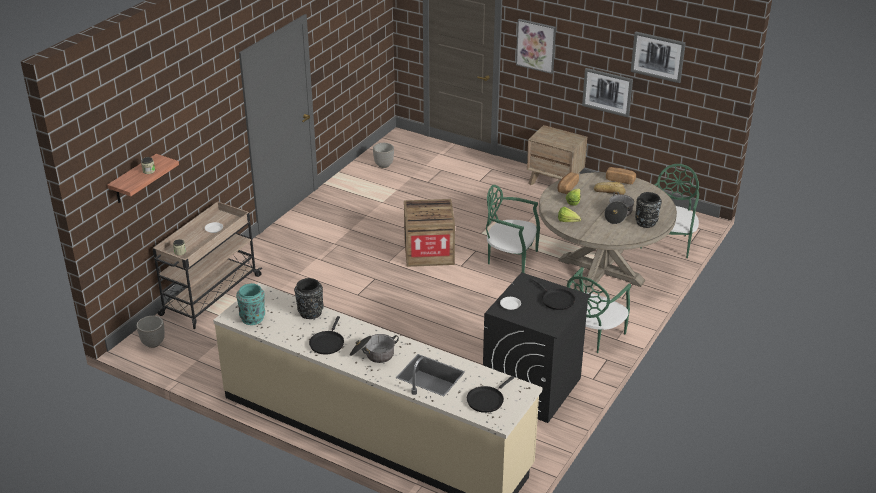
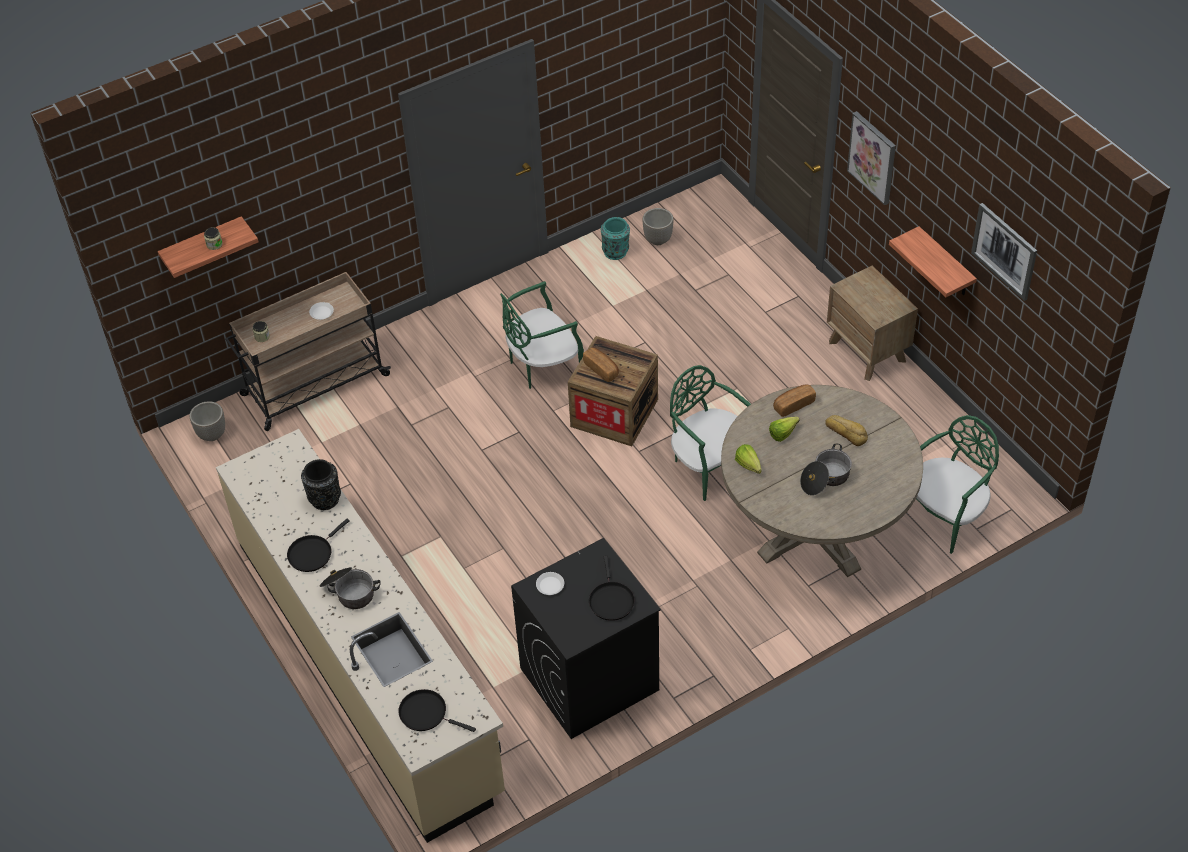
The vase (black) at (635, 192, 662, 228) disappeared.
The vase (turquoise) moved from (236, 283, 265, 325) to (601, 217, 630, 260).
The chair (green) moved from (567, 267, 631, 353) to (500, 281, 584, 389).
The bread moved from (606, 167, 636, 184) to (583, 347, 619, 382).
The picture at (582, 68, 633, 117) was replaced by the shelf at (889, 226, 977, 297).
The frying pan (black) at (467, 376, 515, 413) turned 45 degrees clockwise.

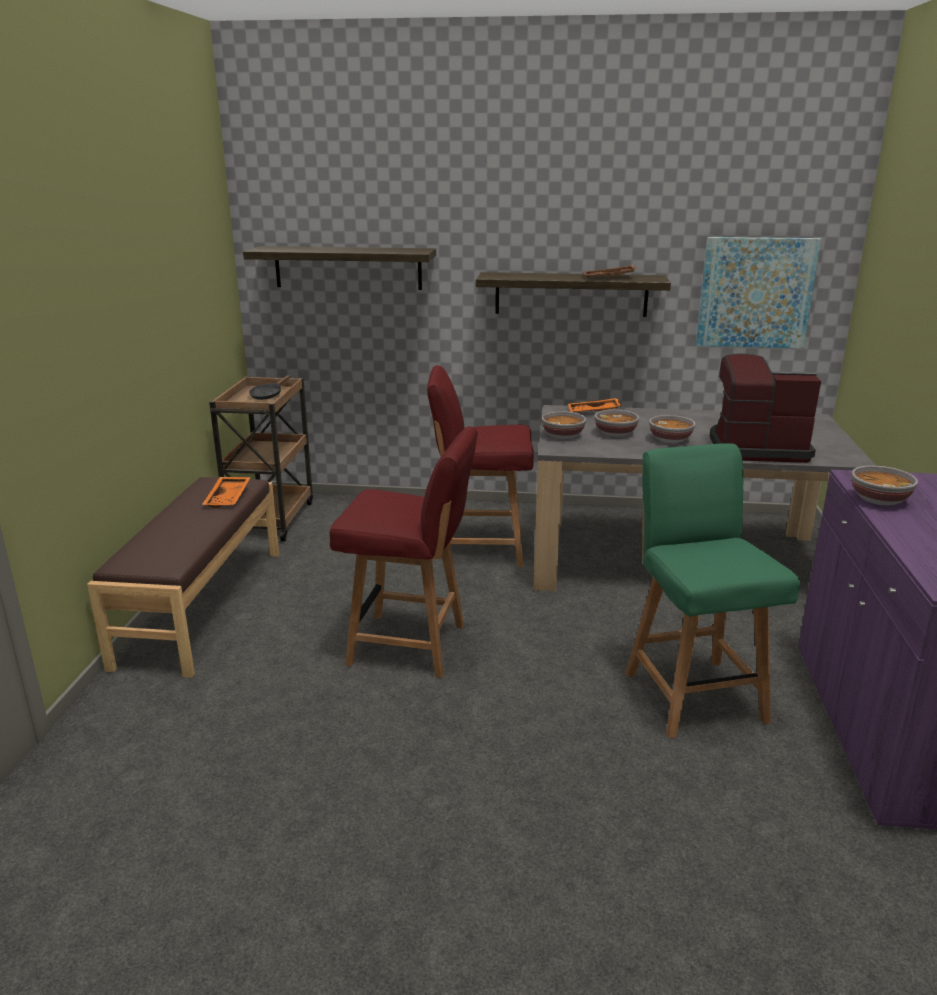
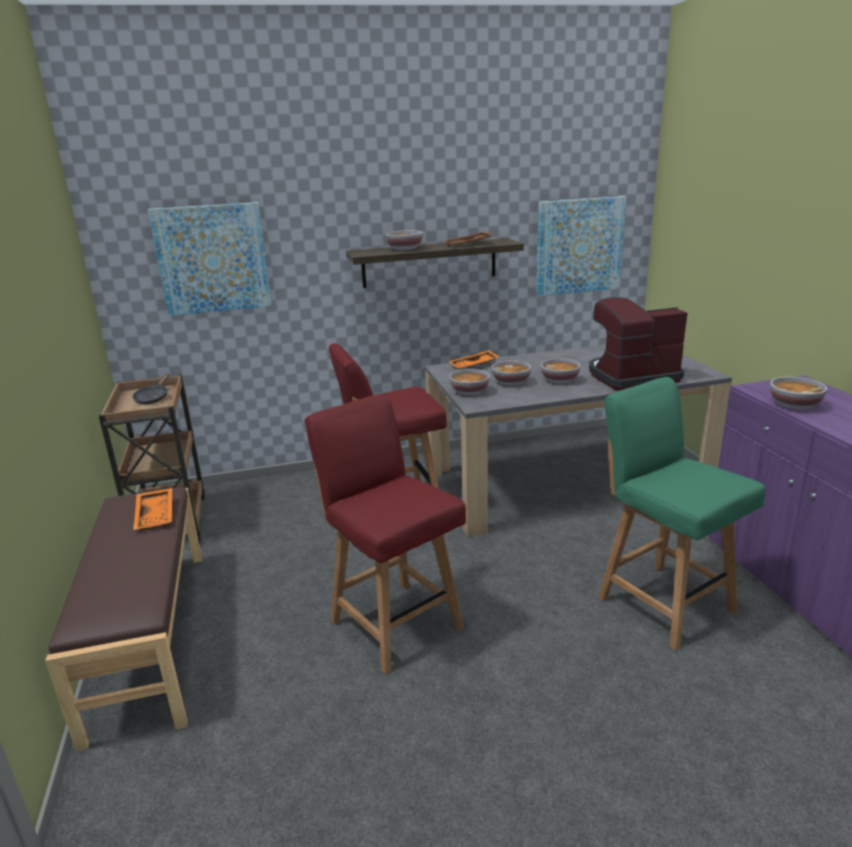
The bowl at (385, 230, 423, 250) appeared.
The shelf at (243, 246, 436, 290) was replaced by the picture at (148, 202, 272, 316).
The chair (red) at (330, 426, 478, 678) turned 120 degrees counterclockwise.

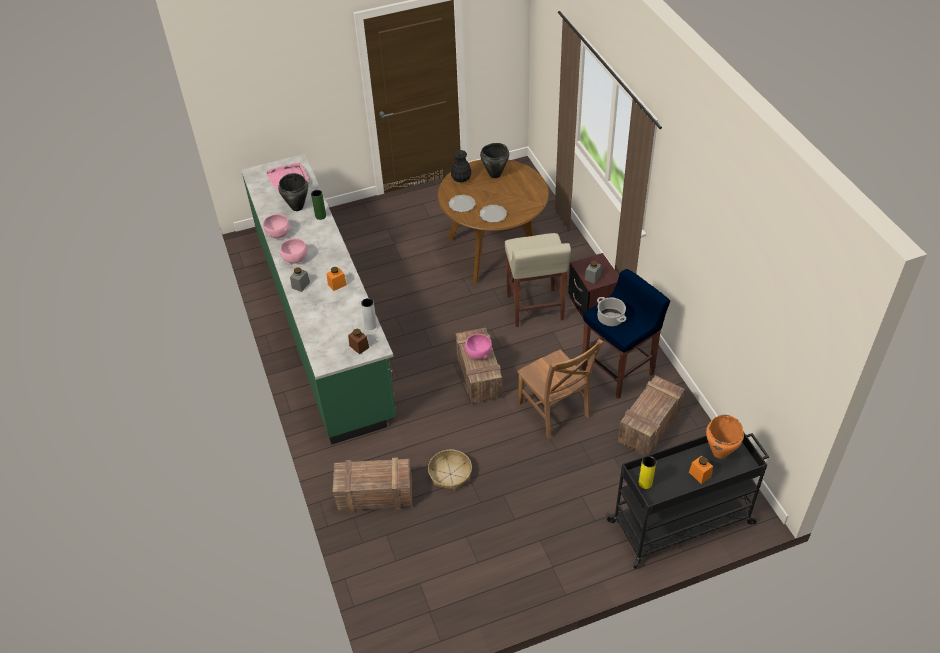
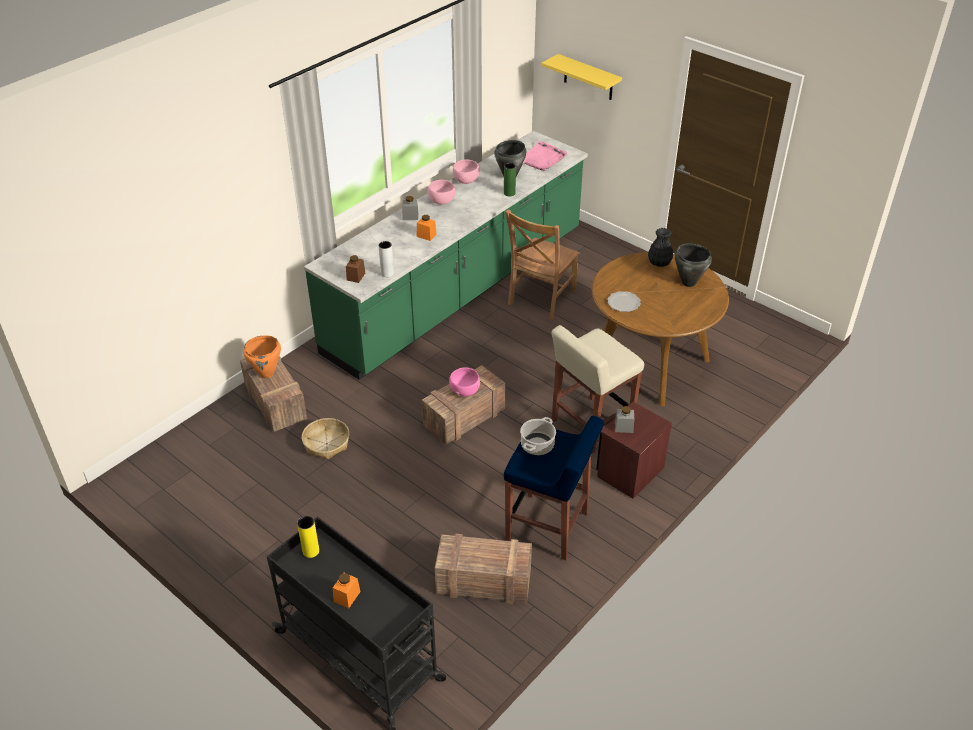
The plate at (449, 195, 476, 212) disappeared.
The shelf (yellow) at (541, 54, 622, 100) appeared.
The chair (brown) moved from (517, 339, 603, 439) to (505, 210, 580, 320).
The cooking pot (orange) moved from (706, 415, 744, 459) to (243, 335, 281, 378).

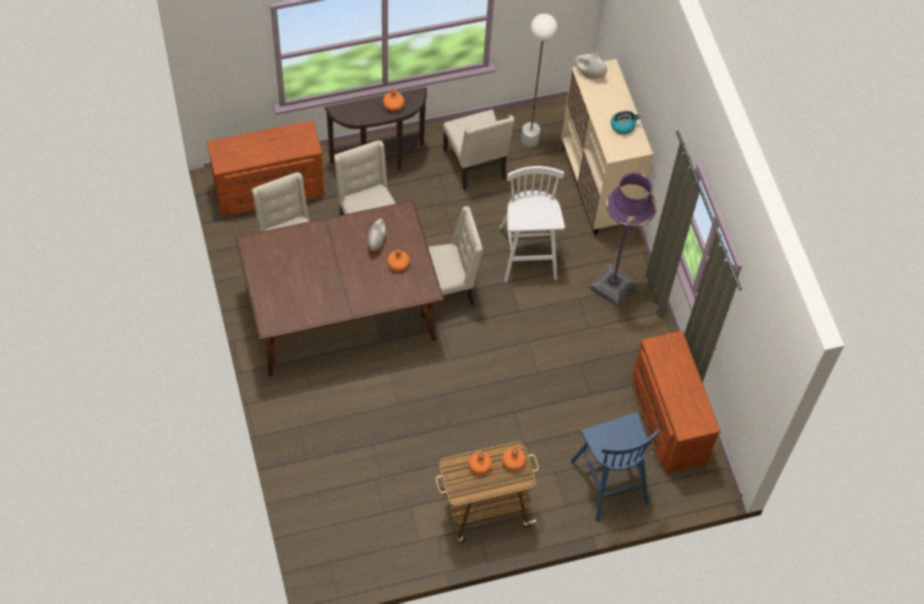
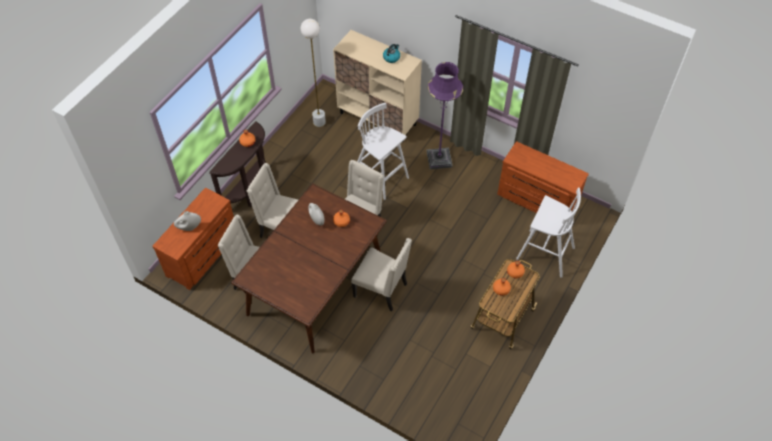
The chair (beige) moved from (443, 110, 515, 190) to (351, 238, 412, 312).
The vase (white) moved from (575, 52, 607, 79) to (174, 211, 201, 231).
The stool (blue) at (571, 412, 660, 522) became the stool (white) at (516, 188, 581, 278).

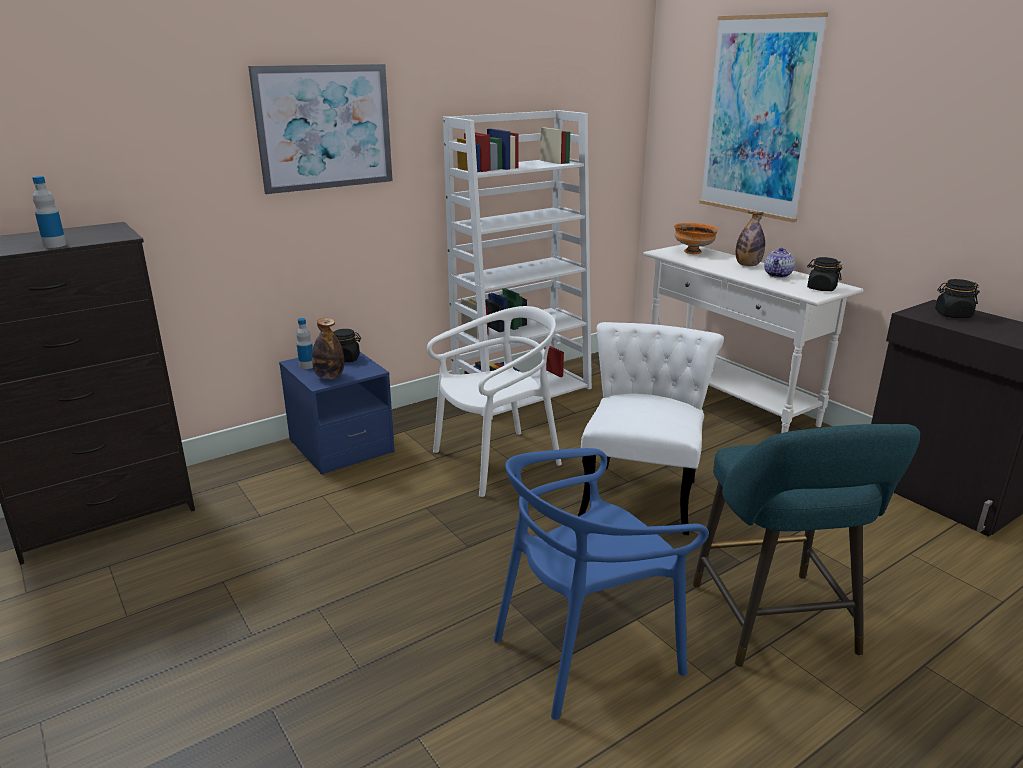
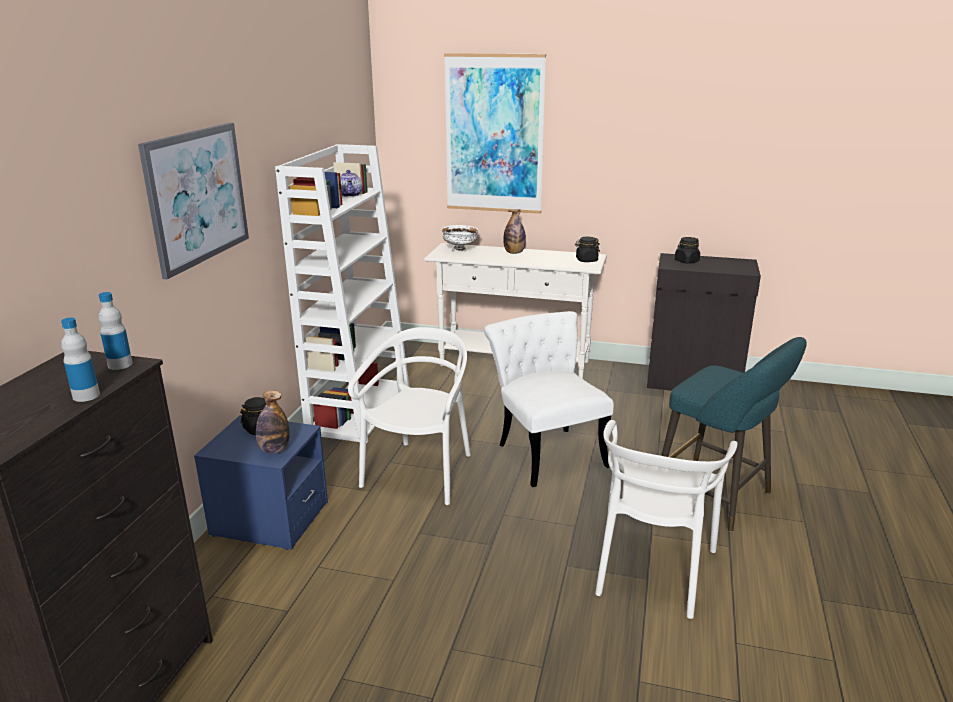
The bottle moved from (296, 318, 313, 369) to (98, 292, 133, 370).
The teapot moved from (764, 248, 795, 278) to (340, 170, 363, 197).
The chair (blue) at (494, 448, 709, 720) became the chair (white) at (595, 420, 738, 619).
The bowl (orange) at (674, 223, 719, 254) became the bowl (white) at (441, 225, 479, 252).

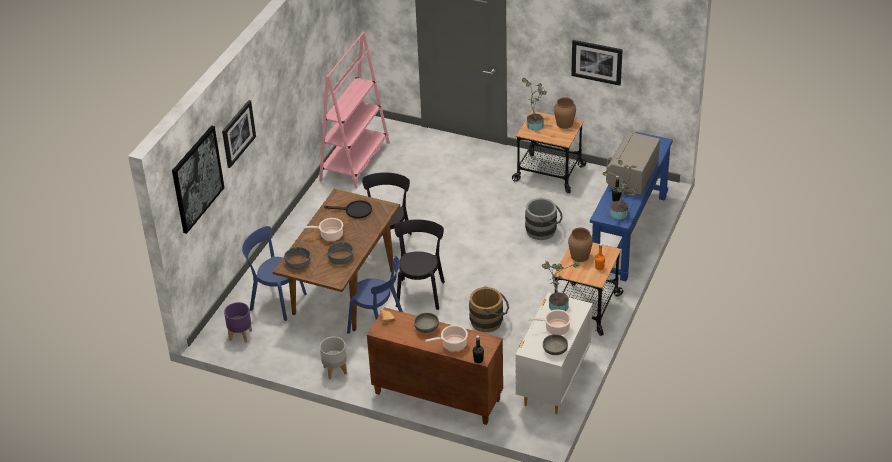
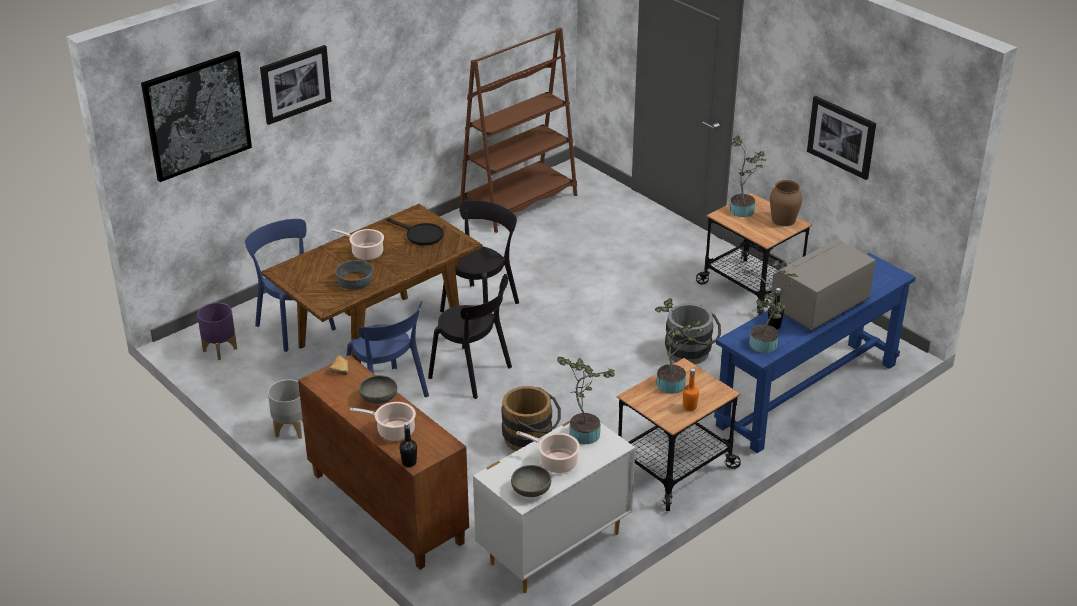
The bowl (grey) at (284, 247, 311, 270) disappeared.
The vase (brown) at (568, 227, 593, 262) was replaced by the potted plant at (655, 298, 704, 394).
The bookcase (pink) at (319, 32, 390, 188) became the bookcase (brown) at (459, 28, 577, 233).
The chair (black) at (394, 219, 445, 310) turned 90 degrees clockwise.

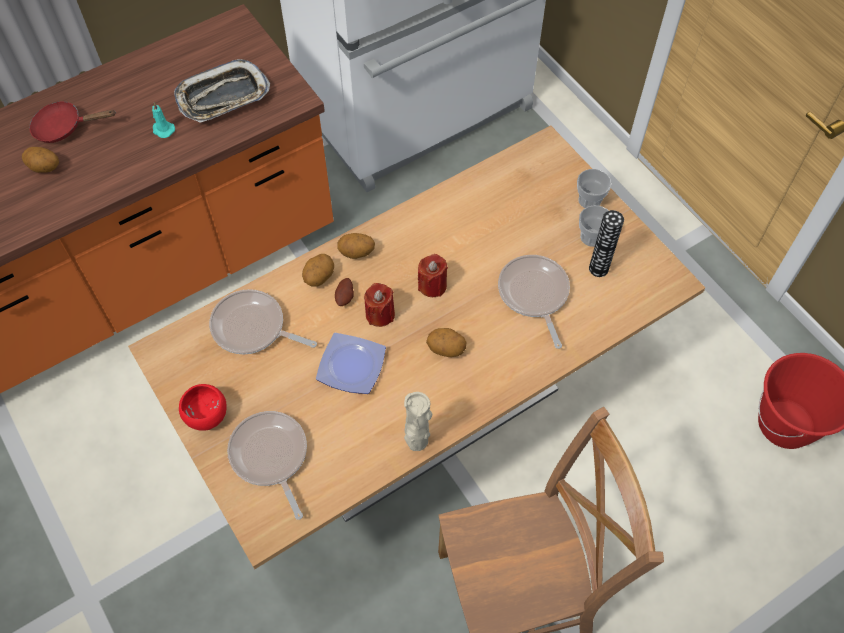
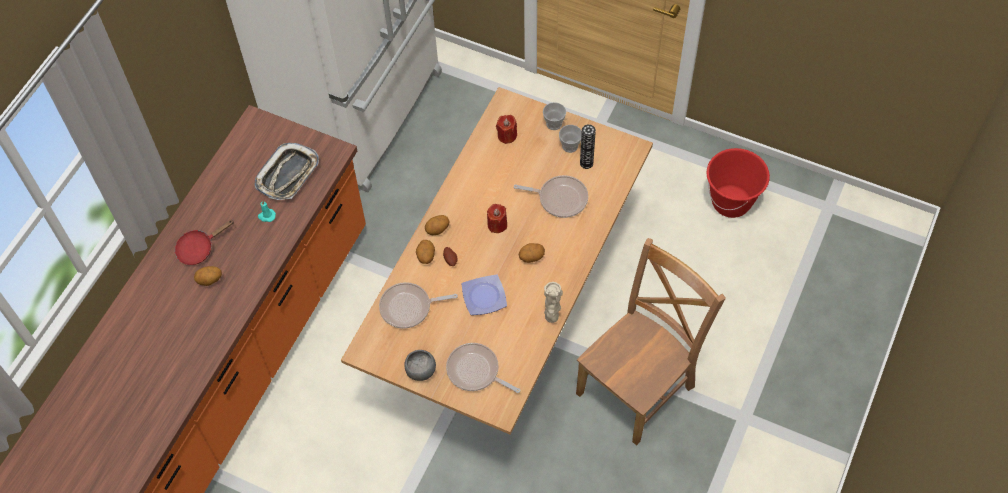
The candle (red) moved from (364, 283, 395, 327) to (496, 115, 517, 144).
The bowl (red) at (179, 384, 227, 431) became the bowl (grey) at (404, 350, 436, 381).
The frying pan at (498, 255, 570, 349) turned 150 degrees clockwise.

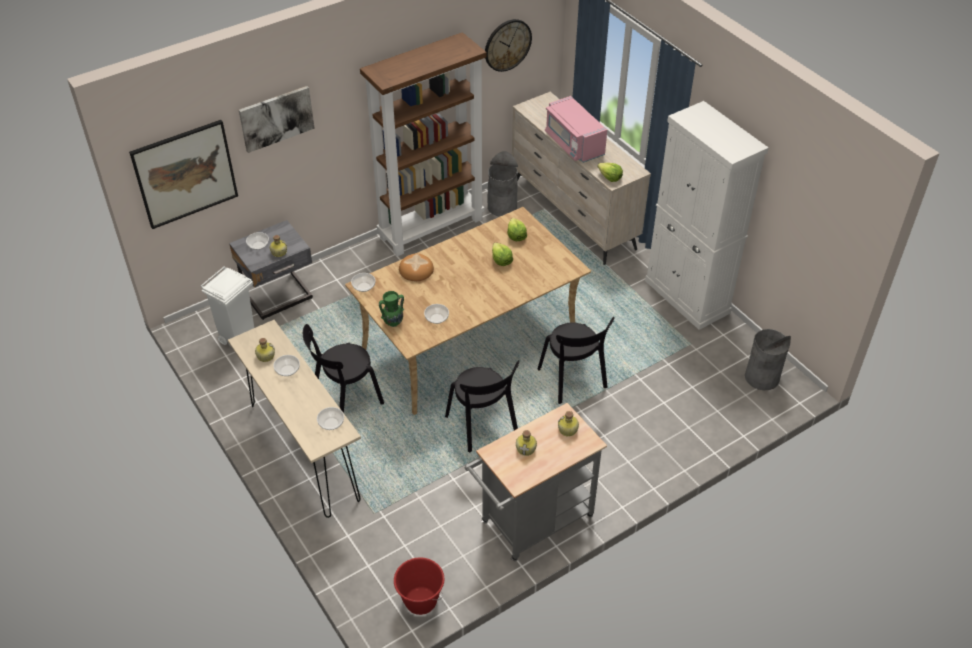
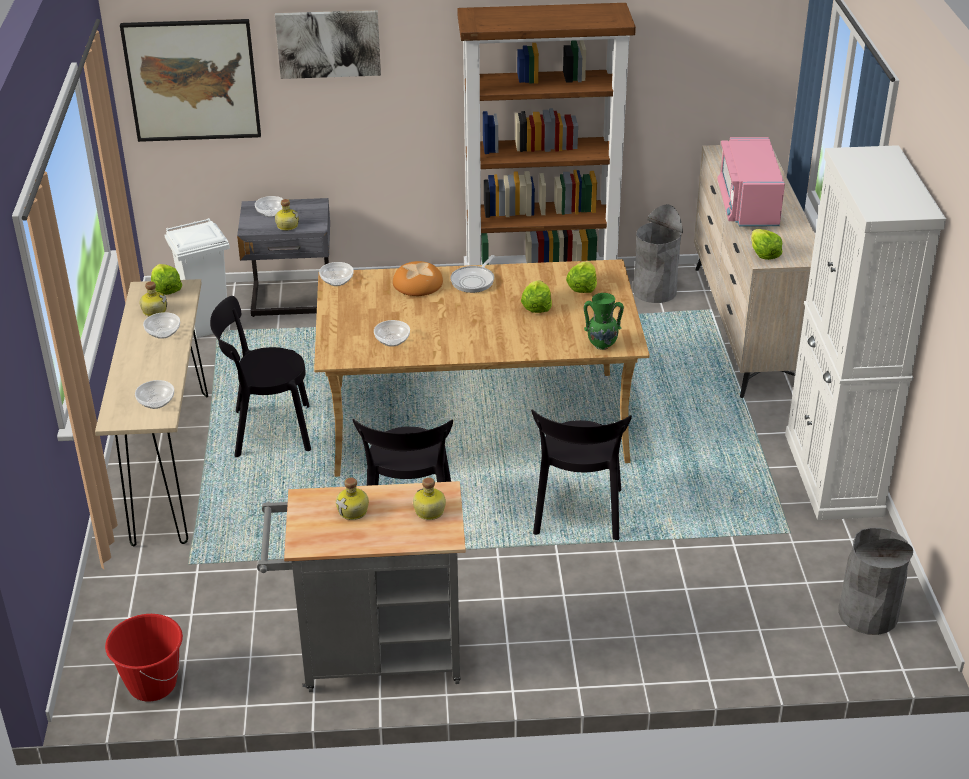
The wall clock at (485, 19, 532, 72) disappeared.
The lettuce at (151, 264, 182, 295) appeared.
The frying pan at (450, 255, 495, 293) appeared.
The vase (green) moved from (379, 291, 404, 327) to (584, 293, 624, 350).

